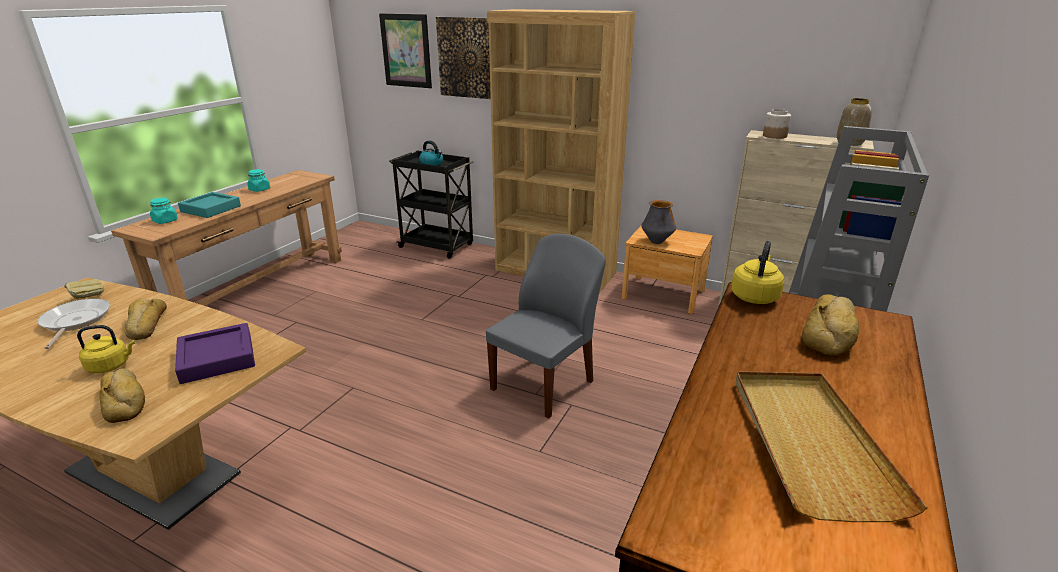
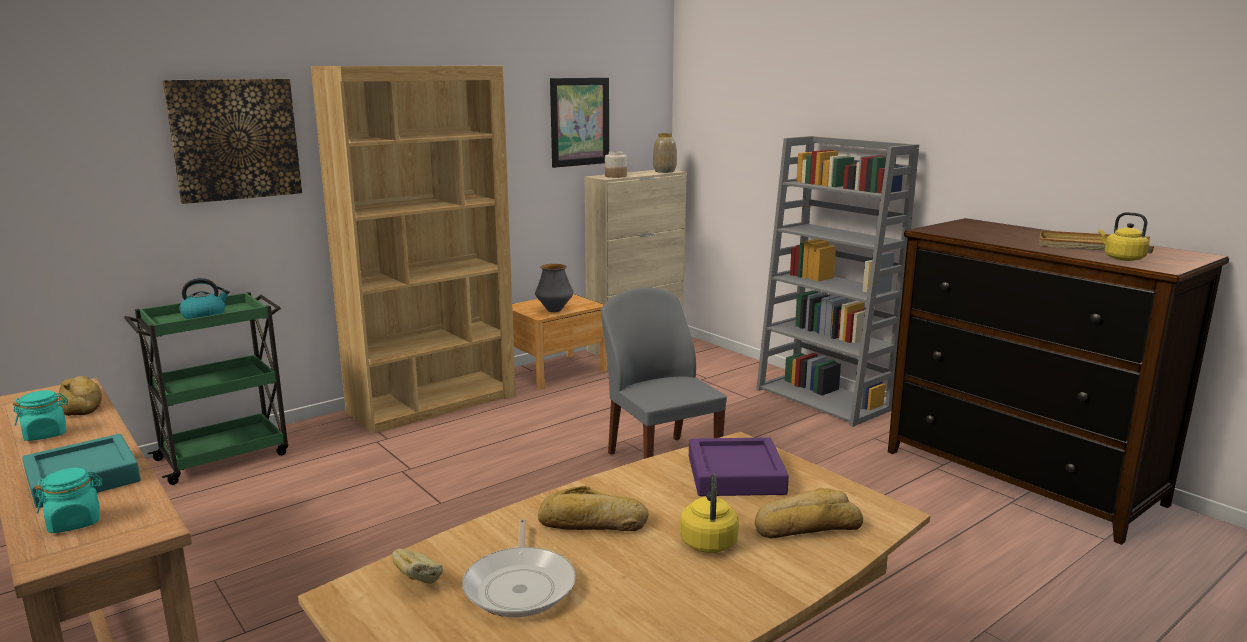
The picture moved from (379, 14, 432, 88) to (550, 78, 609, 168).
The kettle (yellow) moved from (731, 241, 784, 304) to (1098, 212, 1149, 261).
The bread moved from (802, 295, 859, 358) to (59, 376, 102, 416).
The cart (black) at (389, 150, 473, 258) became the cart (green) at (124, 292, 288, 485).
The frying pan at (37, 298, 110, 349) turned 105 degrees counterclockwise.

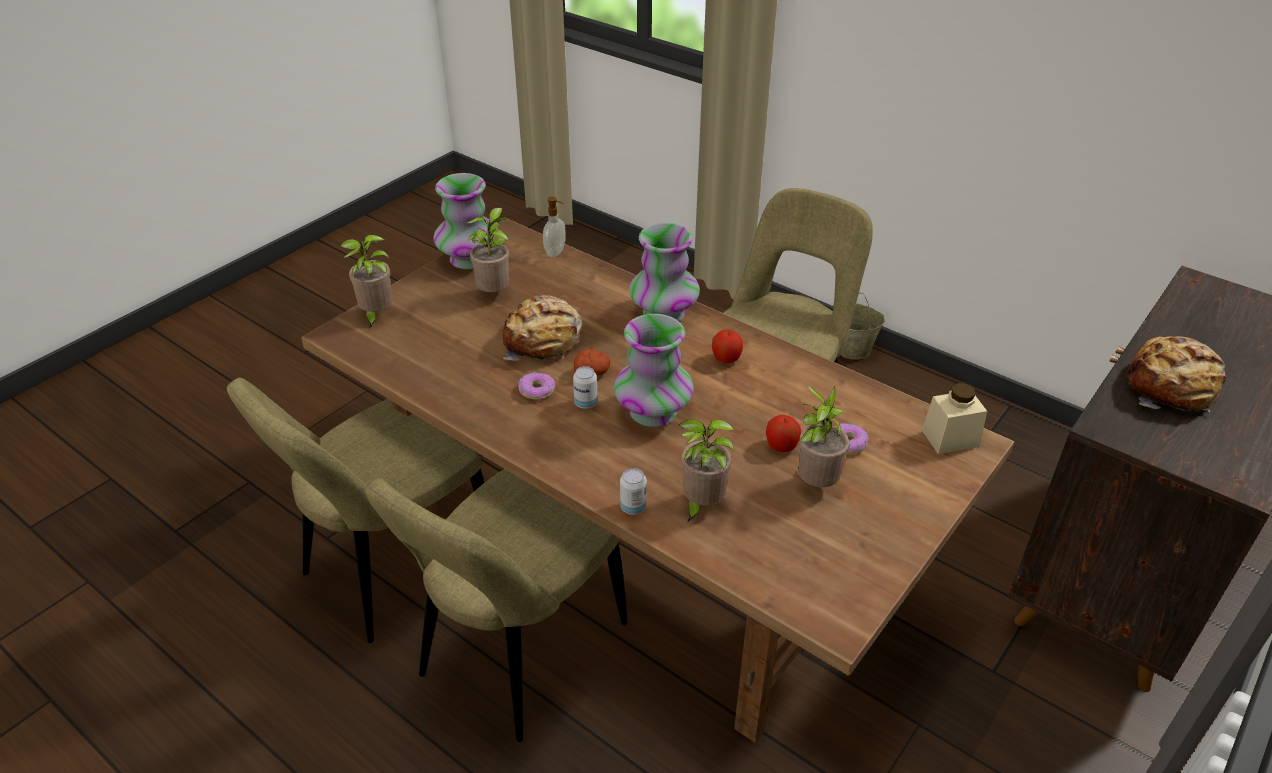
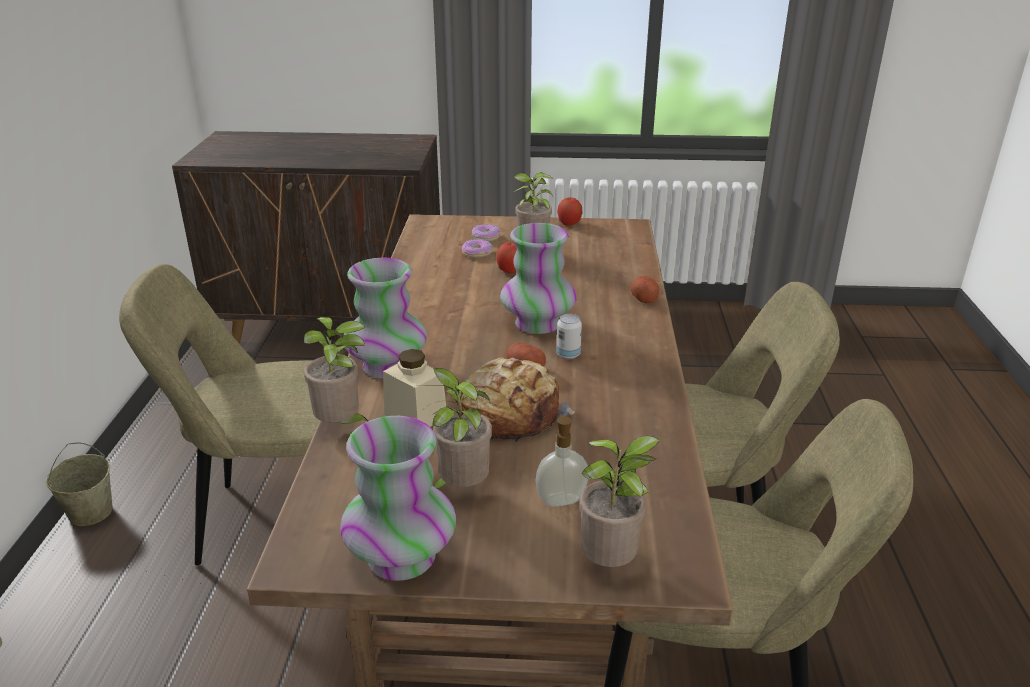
The bread at (1126, 336, 1227, 412) disappeared.
The donut moved from (518, 372, 556, 400) to (472, 224, 500, 242).
The soap dispenser moved from (543, 197, 566, 257) to (536, 413, 588, 507).
The potted plant moved from (679, 419, 735, 522) to (304, 317, 368, 424).
The apple moved from (712, 329, 743, 363) to (557, 197, 583, 226).
The jar (beige) moved from (922, 383, 987, 454) to (383, 349, 446, 427).
The can at (620, 468, 647, 515) was replaced by the potato at (630, 276, 659, 303).

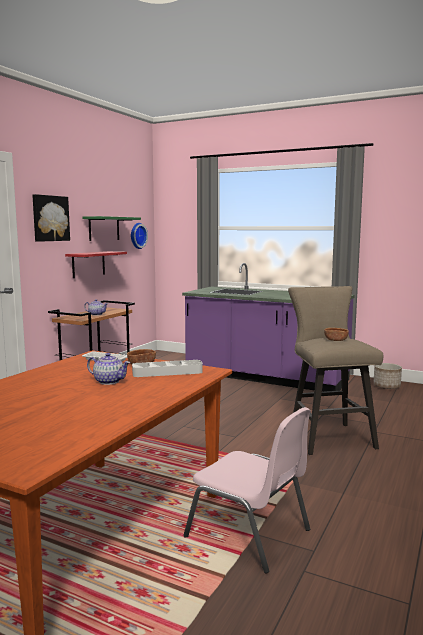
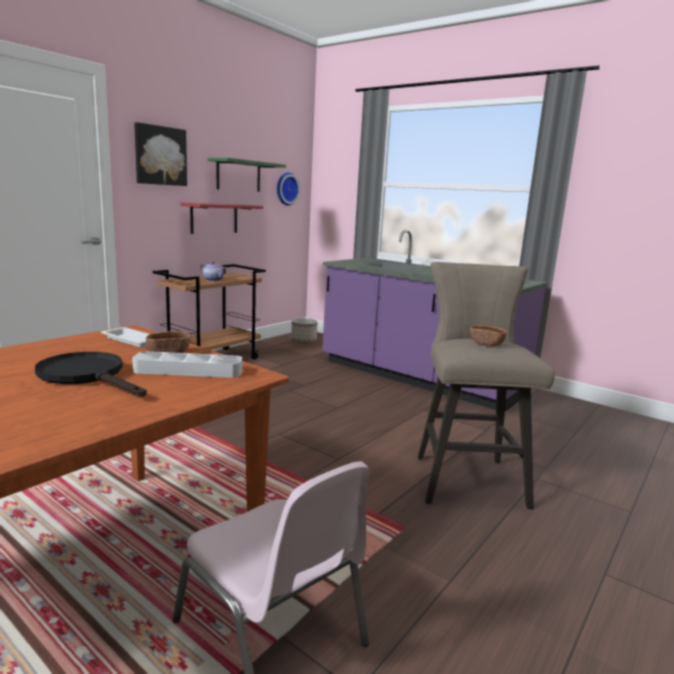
The planter moved from (373, 363, 402, 389) to (291, 318, 318, 343).
The teapot at (87, 353, 130, 385) was replaced by the frying pan (black) at (35, 352, 147, 397).

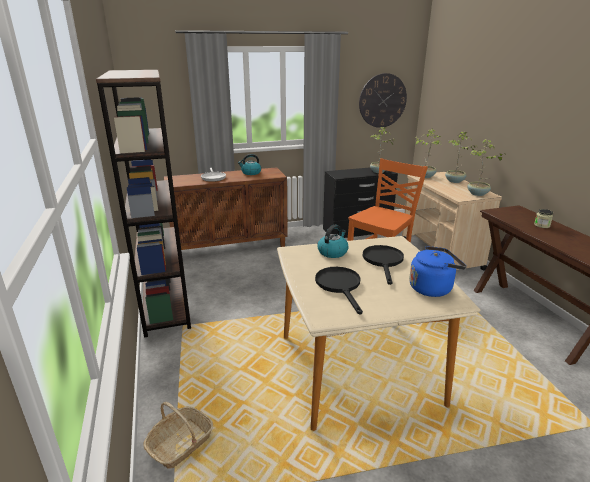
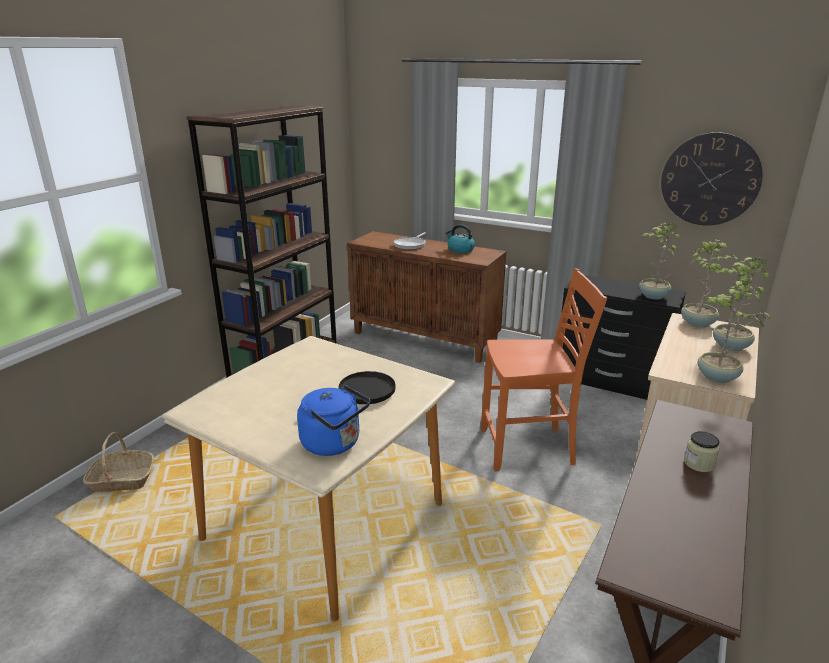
The frying pan (black) at (315, 267, 363, 315) disappeared.
The kettle at (317, 225, 349, 258) disappeared.

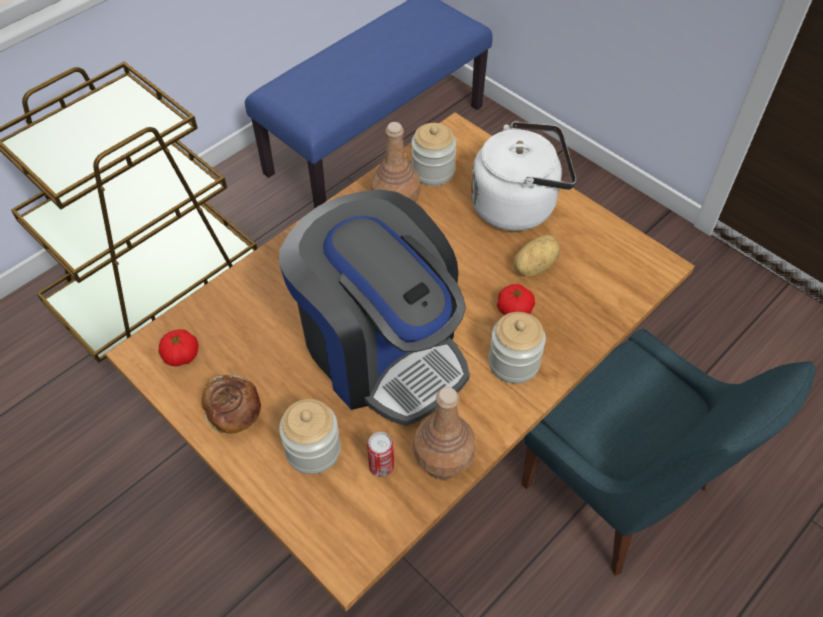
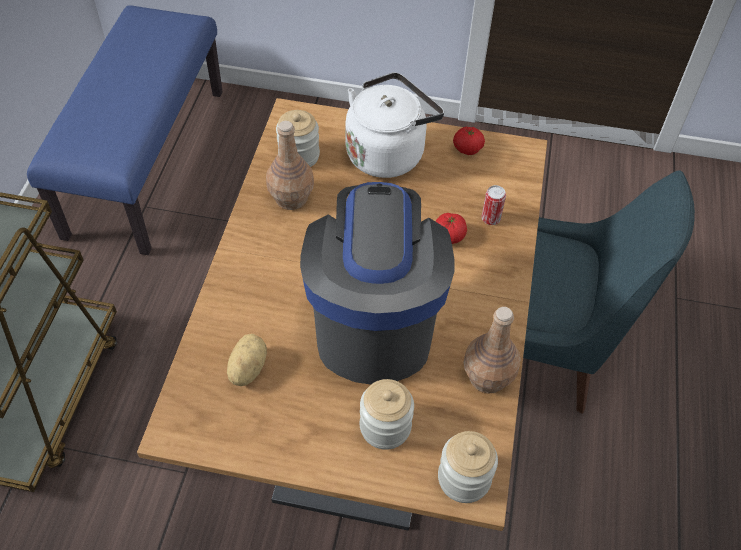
The bread at (202, 375, 261, 434) disappeared.
The tomato moved from (159, 329, 199, 367) to (453, 127, 485, 155).
The can moved from (367, 432, 394, 477) to (481, 185, 506, 225).
The jar moved from (489, 312, 546, 384) to (438, 431, 498, 503).
The potato moved from (513, 234, 560, 276) to (227, 334, 267, 386).
The coffee machine at (279, 189, 470, 426) turned 105 degrees counterclockwise.

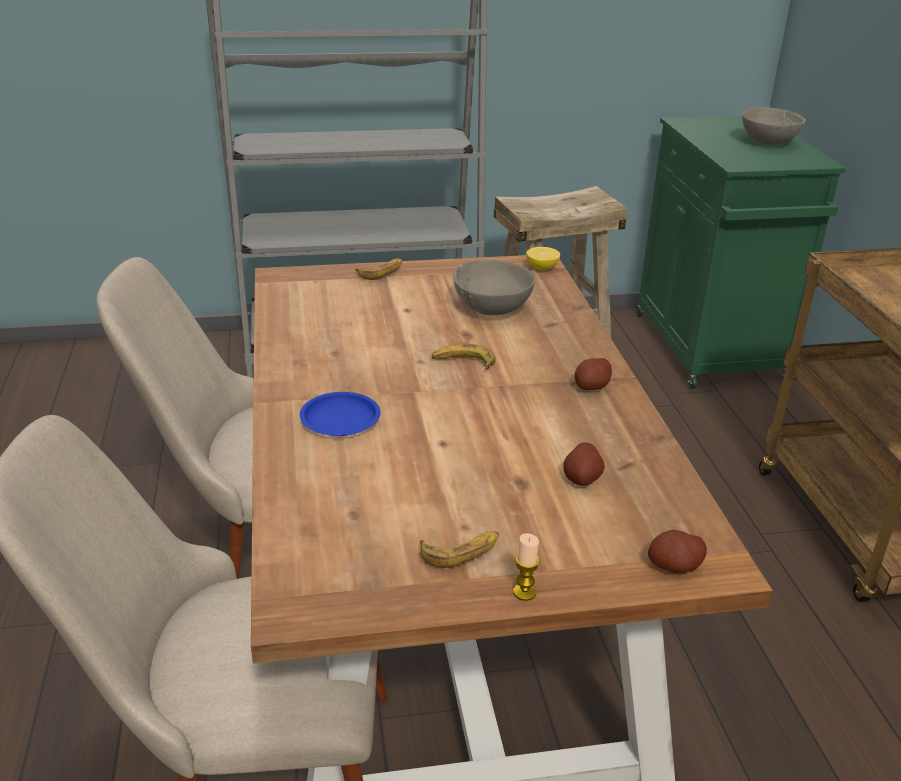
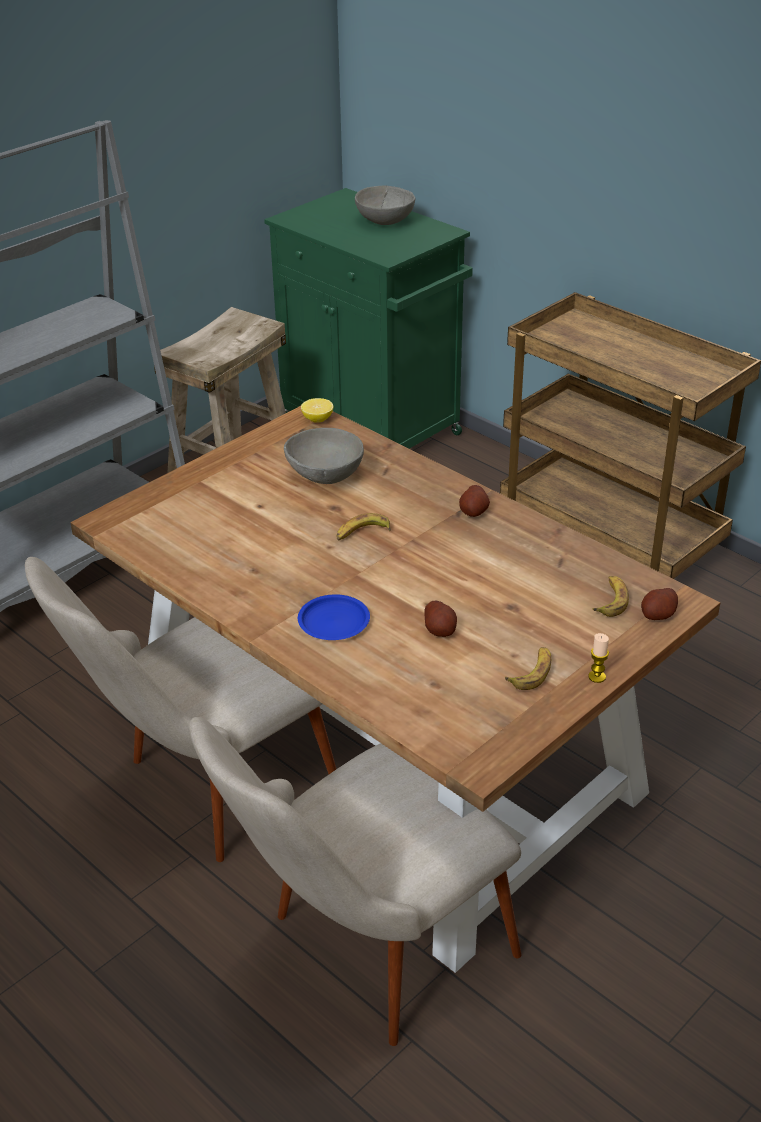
The banana moved from (355, 259, 402, 280) to (592, 576, 629, 617).
The potato moved from (563, 442, 605, 486) to (424, 601, 457, 637).

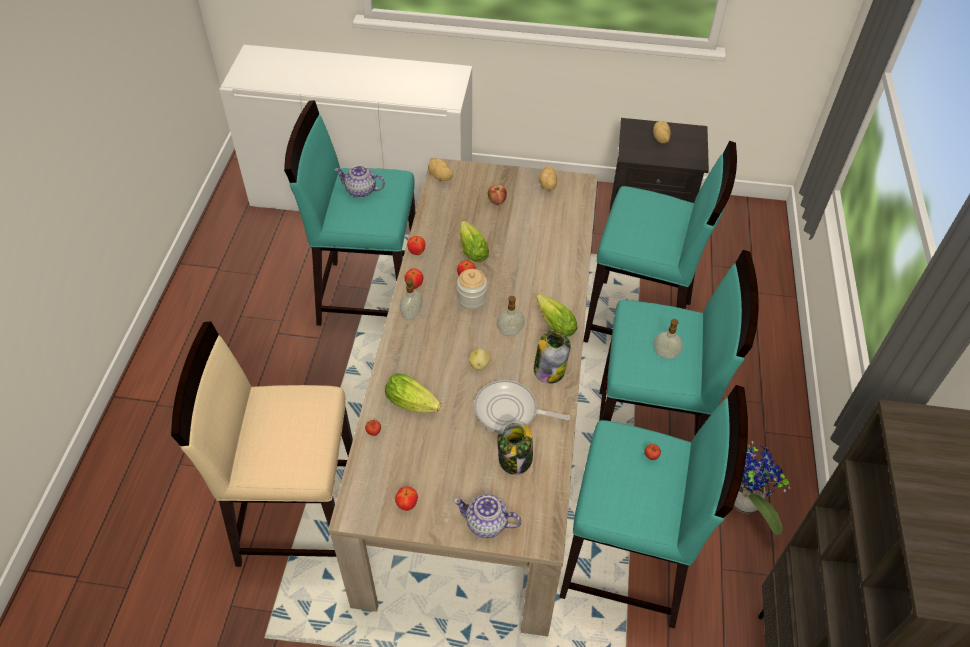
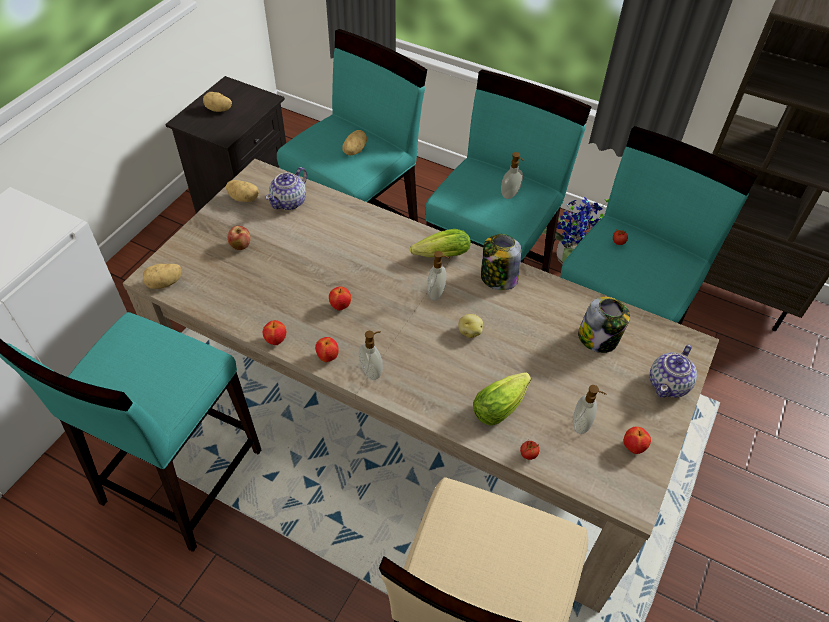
The jar at (457, 269, 487, 310) disappeared.
The lettuce at (460, 221, 489, 262) disappeared.
The frying pan at (474, 380, 570, 433) disappeared.
The potato at (342, 130, 367, 155) appeared.
The soap dispenser at (573, 385, 607, 434) appeared.
The teapot moved from (334, 165, 385, 198) to (266, 167, 307, 210).

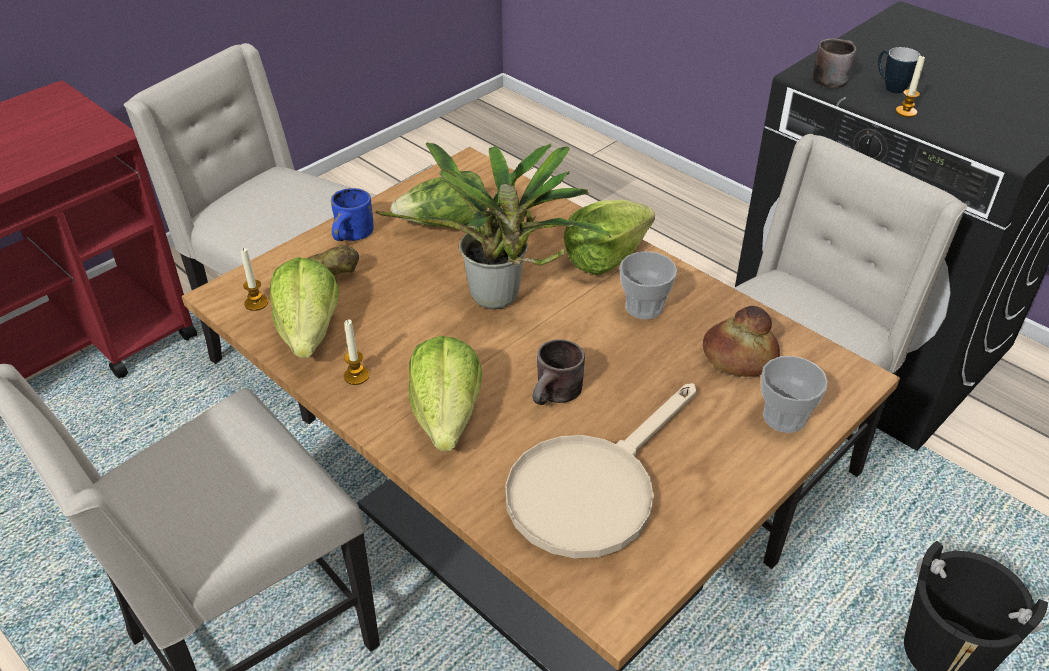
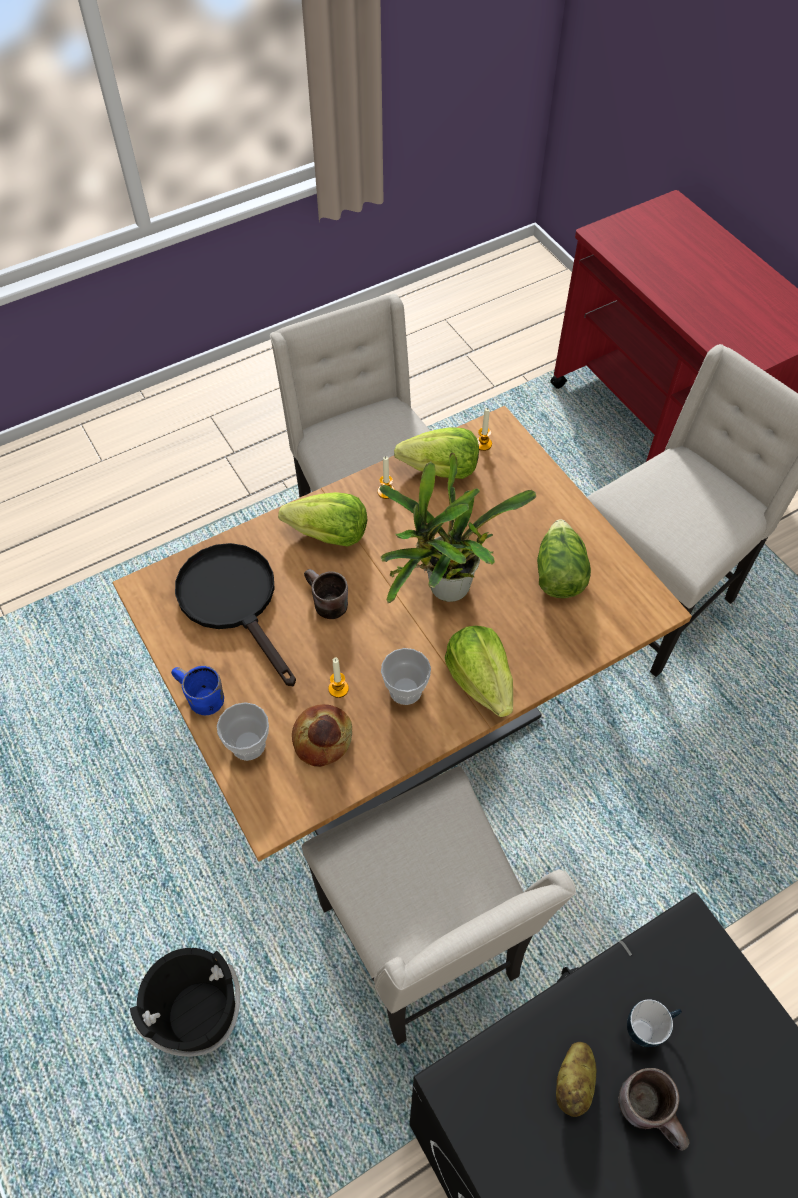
The potato moved from (308, 245, 359, 275) to (556, 1042, 596, 1117).
The mug (blue) moved from (331, 188, 374, 241) to (171, 666, 224, 715).
The mug (brown) moved from (813, 38, 856, 88) to (618, 1068, 689, 1151).
The candle moved from (895, 55, 925, 118) to (328, 657, 349, 698).
The frying pan (beige) at (505, 383, 696, 558) became the frying pan (black) at (175, 543, 296, 686).

